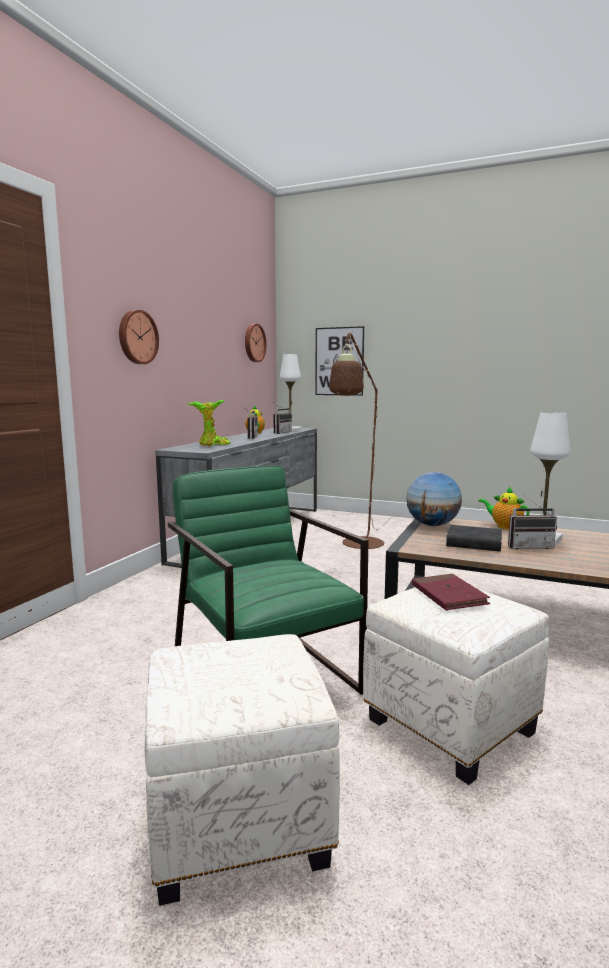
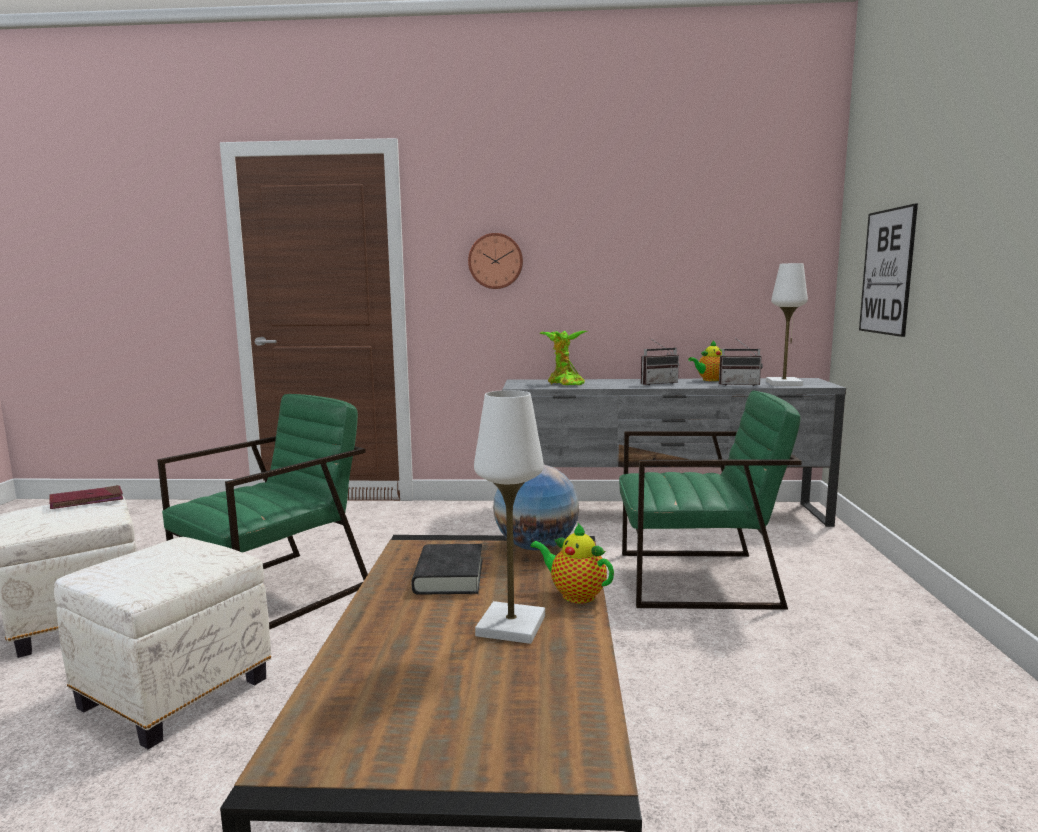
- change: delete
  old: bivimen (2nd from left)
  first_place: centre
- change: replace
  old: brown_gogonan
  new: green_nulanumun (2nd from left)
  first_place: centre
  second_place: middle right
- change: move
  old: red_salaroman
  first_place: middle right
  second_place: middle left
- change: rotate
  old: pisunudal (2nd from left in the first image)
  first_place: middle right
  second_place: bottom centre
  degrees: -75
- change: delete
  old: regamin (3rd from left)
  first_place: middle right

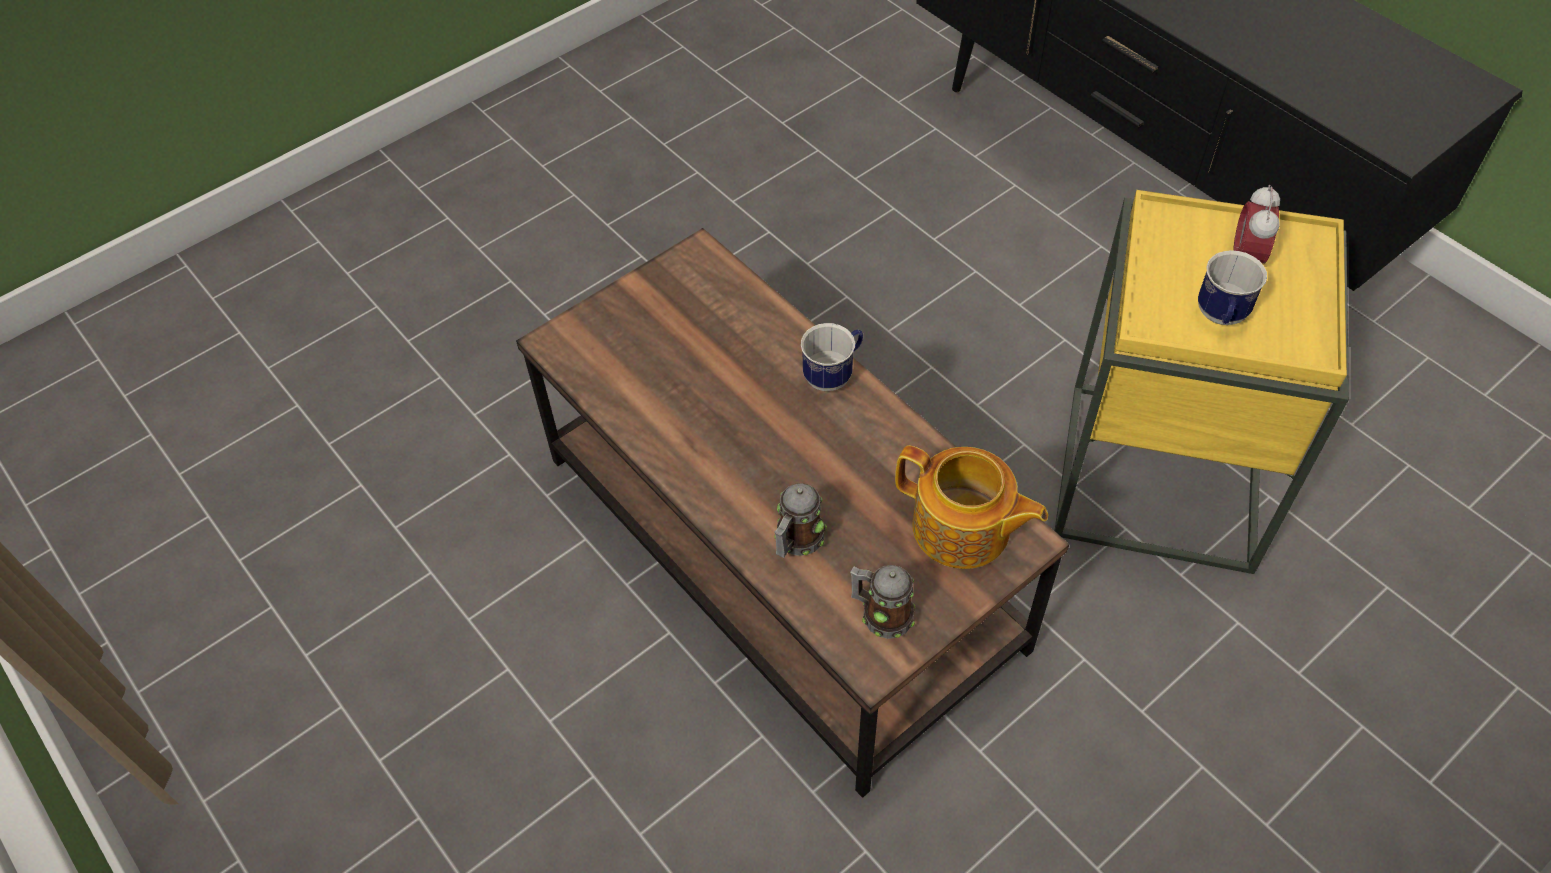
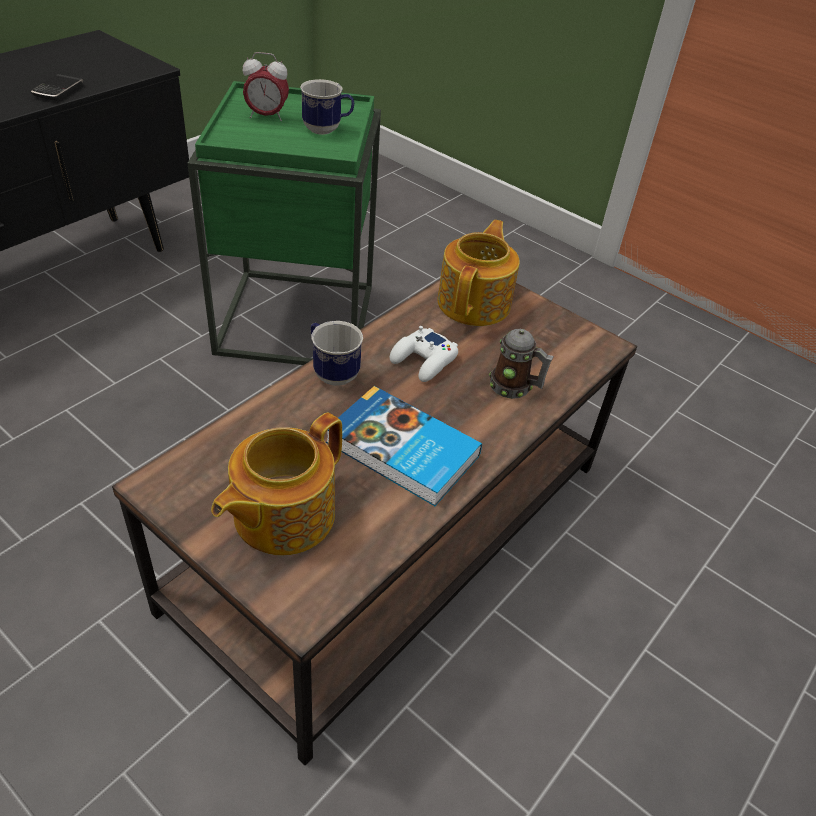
- change: delete
  old: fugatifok (3rd from left)
  first_place: bottom centre
- change: recolor
  old: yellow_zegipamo
  new: green_zegipamo
  first_place: middle right
  second_place: top centre
- change: insert
  new: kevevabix
  second_place: top left
- change: insert
  new: pisunudal (1st from left)
  second_place: centre
- change: insert
  new: salaroman
  second_place: centre
- change: insert
  new: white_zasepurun
  second_place: centre

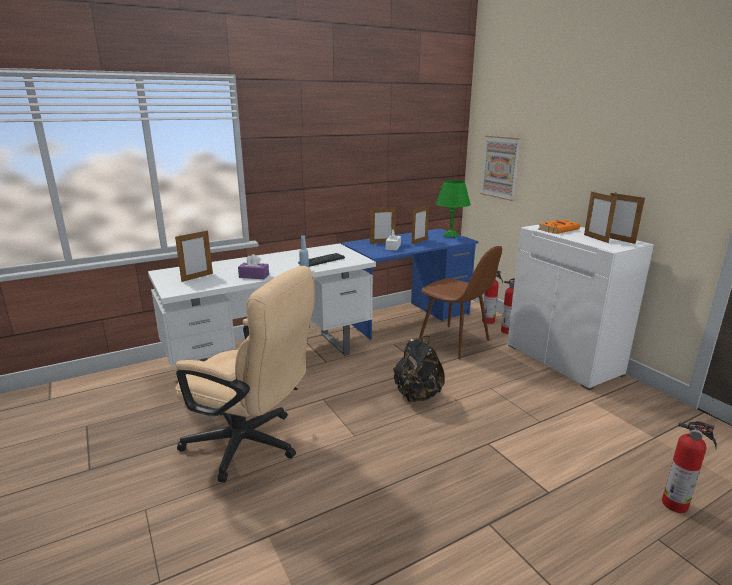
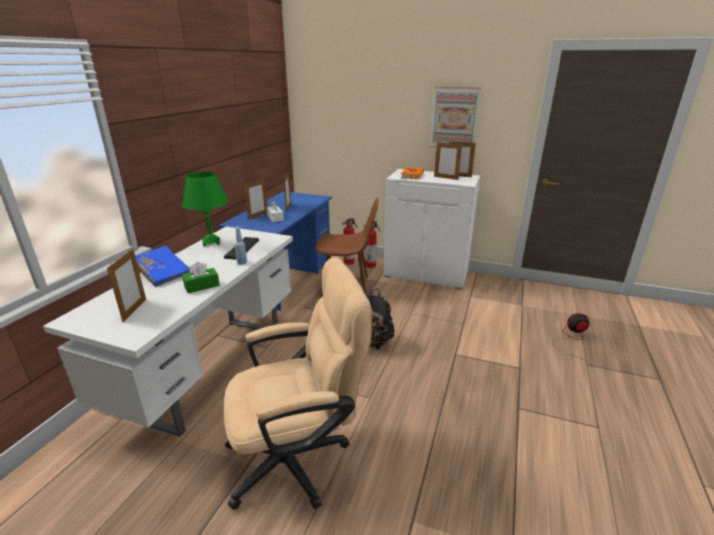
- change: recolor
  old: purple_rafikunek
  new: green_rafikunek
  first_place: centre
  second_place: middle left
- change: move
  old: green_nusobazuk
  first_place: centre
  second_place: middle left
- change: move
  old: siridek
  first_place: top right
  second_place: top centre
- change: replace
  old: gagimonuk (3rd from left)
  new: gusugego
  first_place: bottom right
  second_place: middle right
- change: insert
  new: blue_salaroman
  second_place: middle left

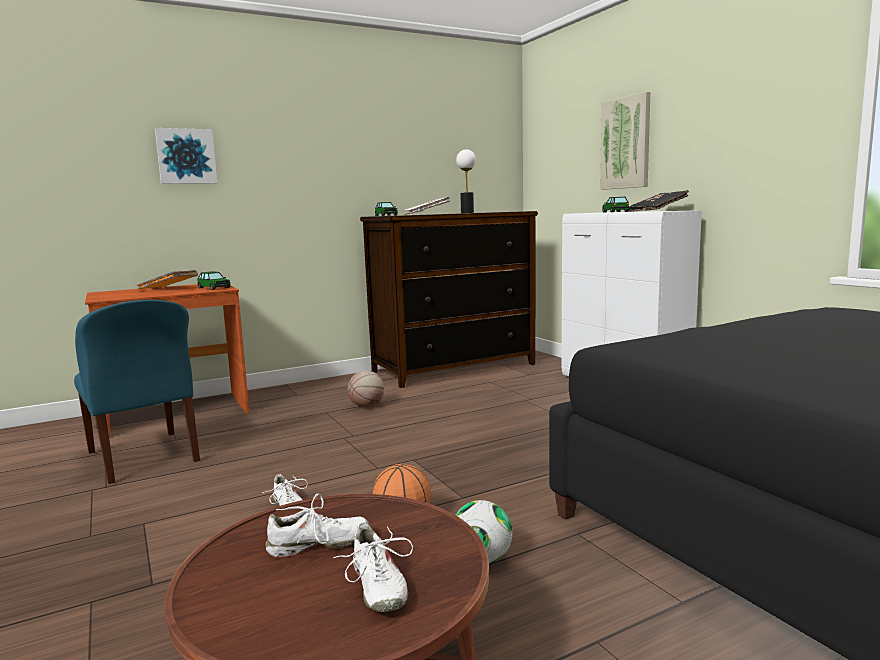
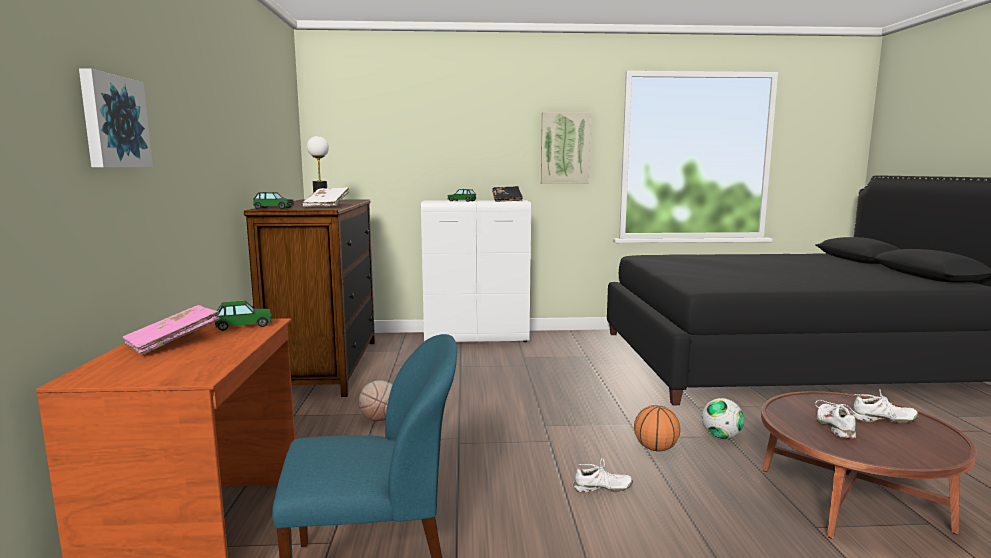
- change: recolor
  old: orange_salaroman
  new: pink_salaroman
  first_place: middle left
  second_place: middle left
- change: move
  old: siridek (2nd from left)
  first_place: top right
  second_place: top centre

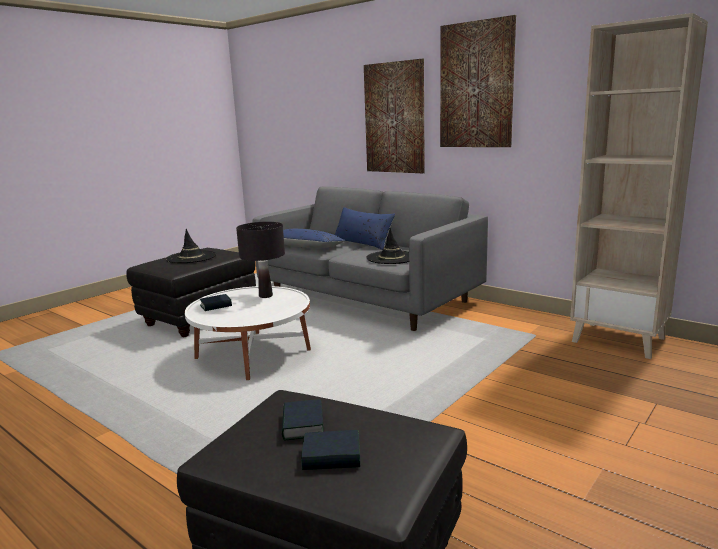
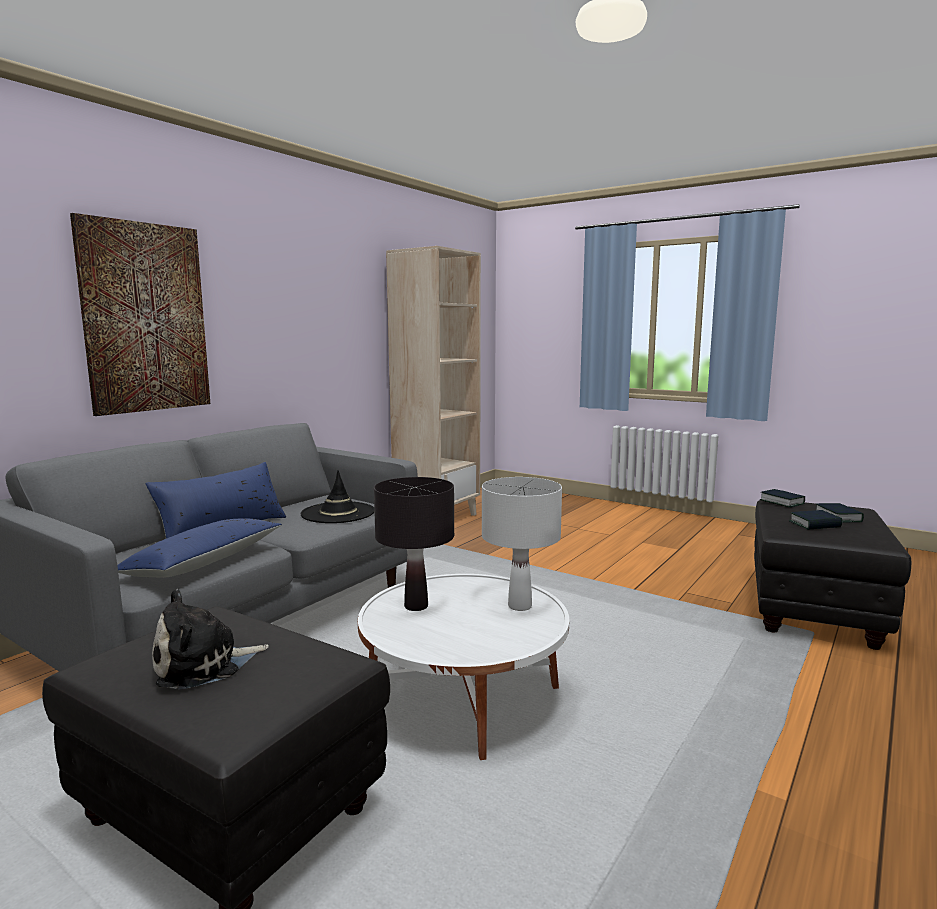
- change: replace
  old: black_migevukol (1st from left)
  new: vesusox
  first_place: middle left
  second_place: bottom left
- change: move
  old: salaroman (1st from left)
  first_place: middle left
  second_place: middle right
- change: delete
  old: siridek (2nd from left)
  first_place: top centre
- change: insert
  new: white_nusobazuk
  second_place: centre

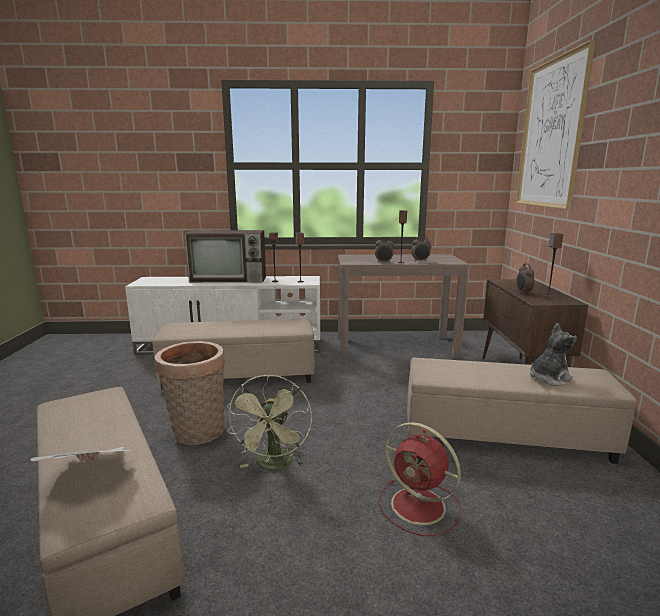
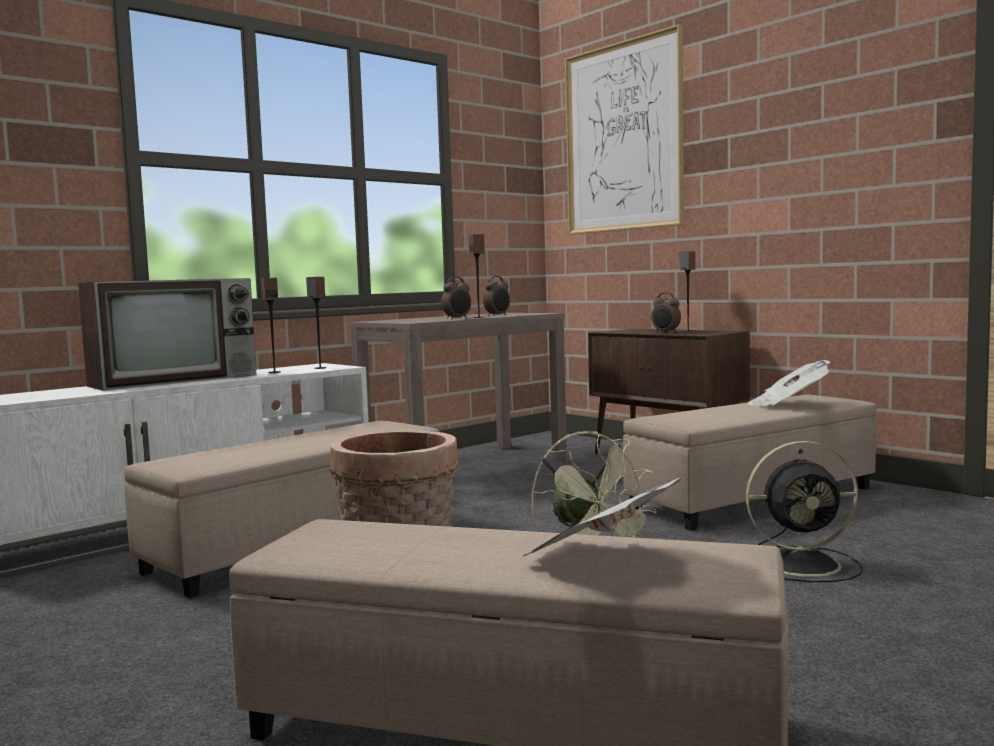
- change: recolor
  old: red_gusugego
  new: black_gusugego
  first_place: bottom centre
  second_place: bottom right
- change: replace
  old: vesusox
  new: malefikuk (2nd from left)
  first_place: middle right
  second_place: middle right

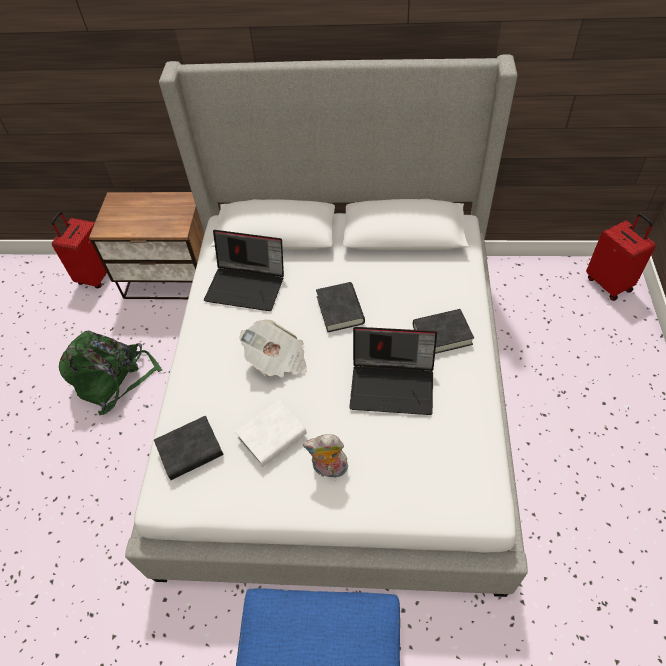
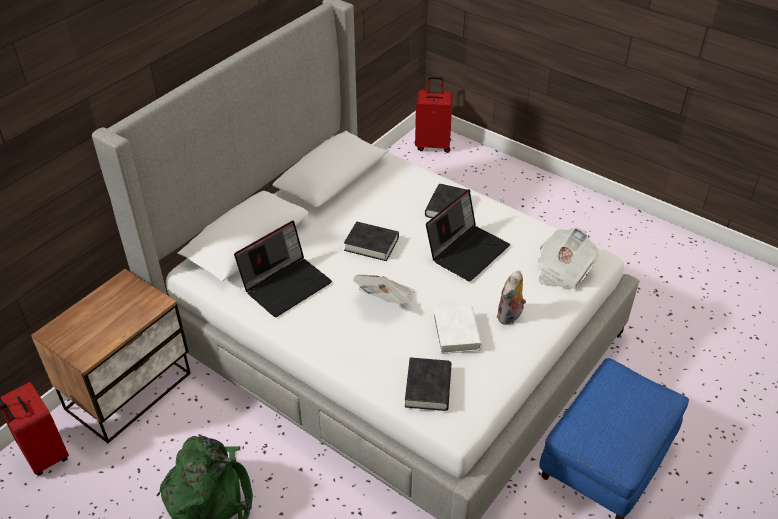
- change: insert
  new: malefikuk (2nd from left)
  second_place: middle right

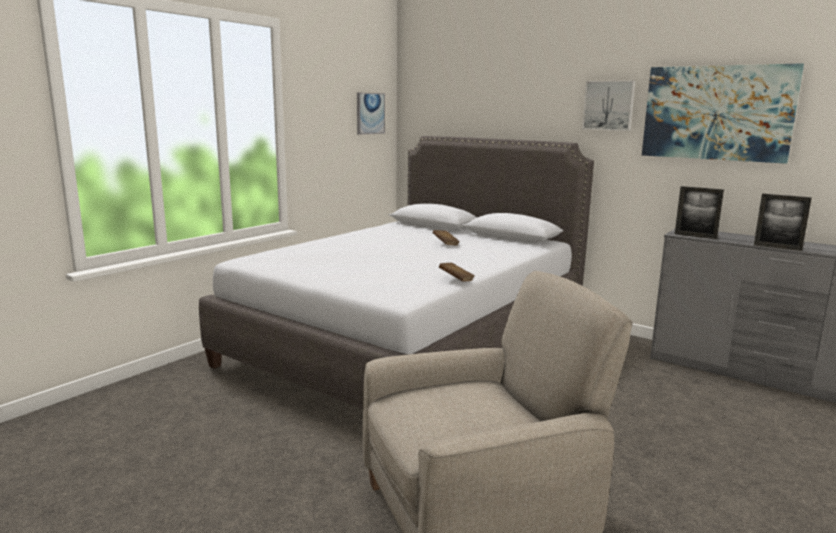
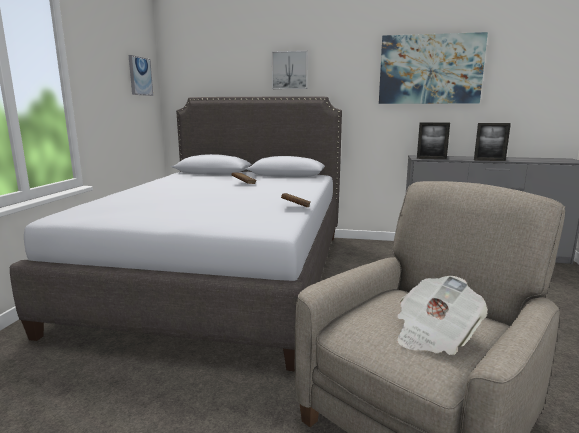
- change: move
  old: siridek (2nd from left)
  first_place: top right
  second_place: top centre
- change: insert
  new: malefikuk
  second_place: bottom right

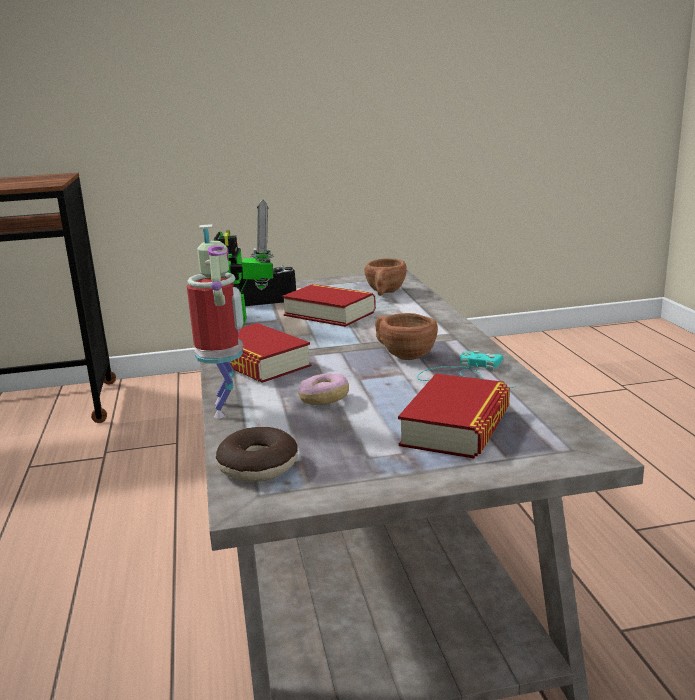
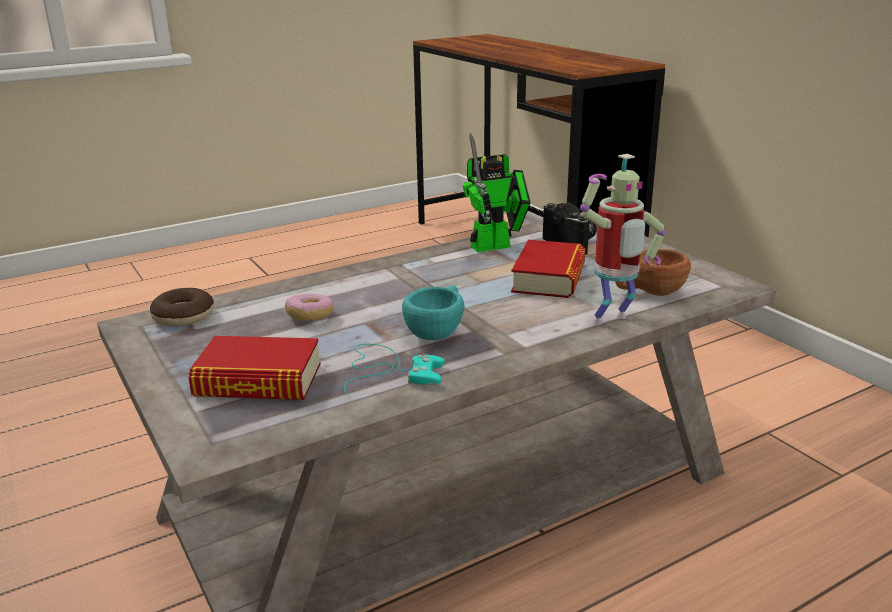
- change: move
  old: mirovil (1st from left in the first image)
  new: mirovil (2nd from left)
  first_place: middle left
  second_place: middle right
- change: delete
  old: salaroman (1st from left)
  first_place: centre
- change: recolor
  old: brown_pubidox (2nd from left)
  new: turquoise_pubidox
  first_place: centre
  second_place: centre

